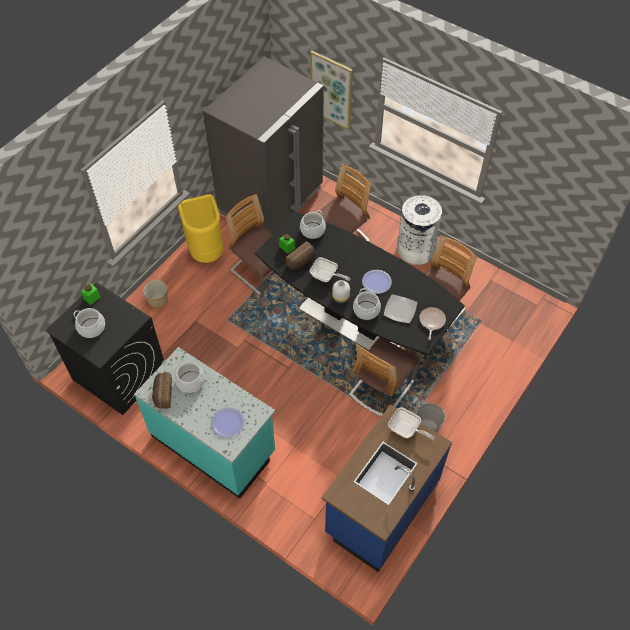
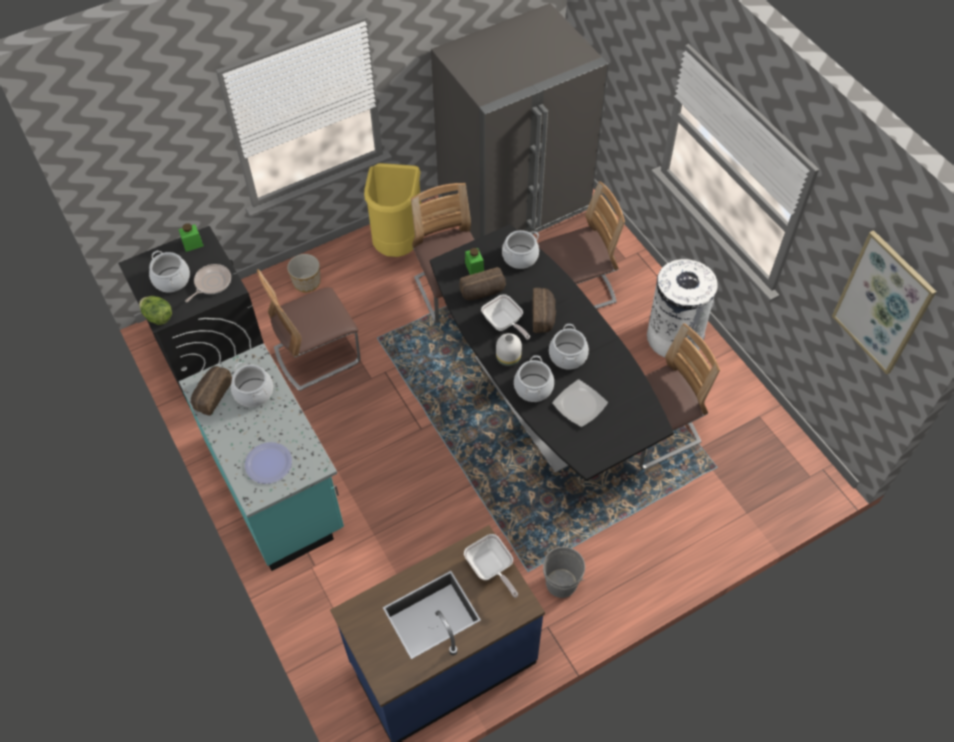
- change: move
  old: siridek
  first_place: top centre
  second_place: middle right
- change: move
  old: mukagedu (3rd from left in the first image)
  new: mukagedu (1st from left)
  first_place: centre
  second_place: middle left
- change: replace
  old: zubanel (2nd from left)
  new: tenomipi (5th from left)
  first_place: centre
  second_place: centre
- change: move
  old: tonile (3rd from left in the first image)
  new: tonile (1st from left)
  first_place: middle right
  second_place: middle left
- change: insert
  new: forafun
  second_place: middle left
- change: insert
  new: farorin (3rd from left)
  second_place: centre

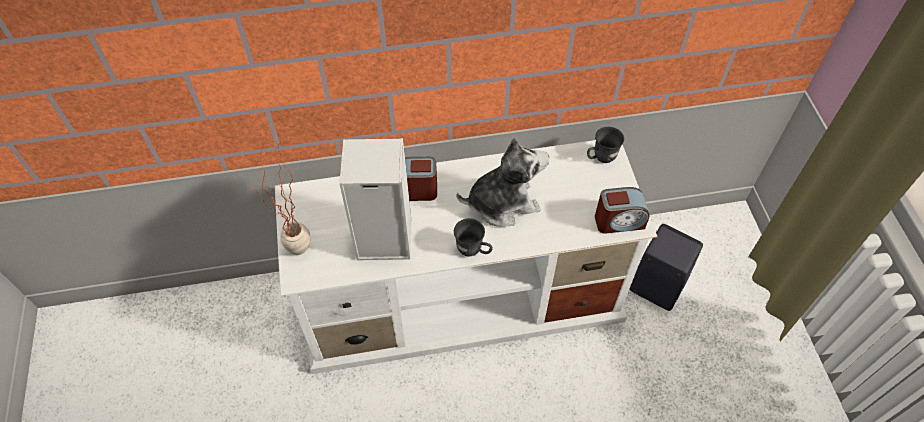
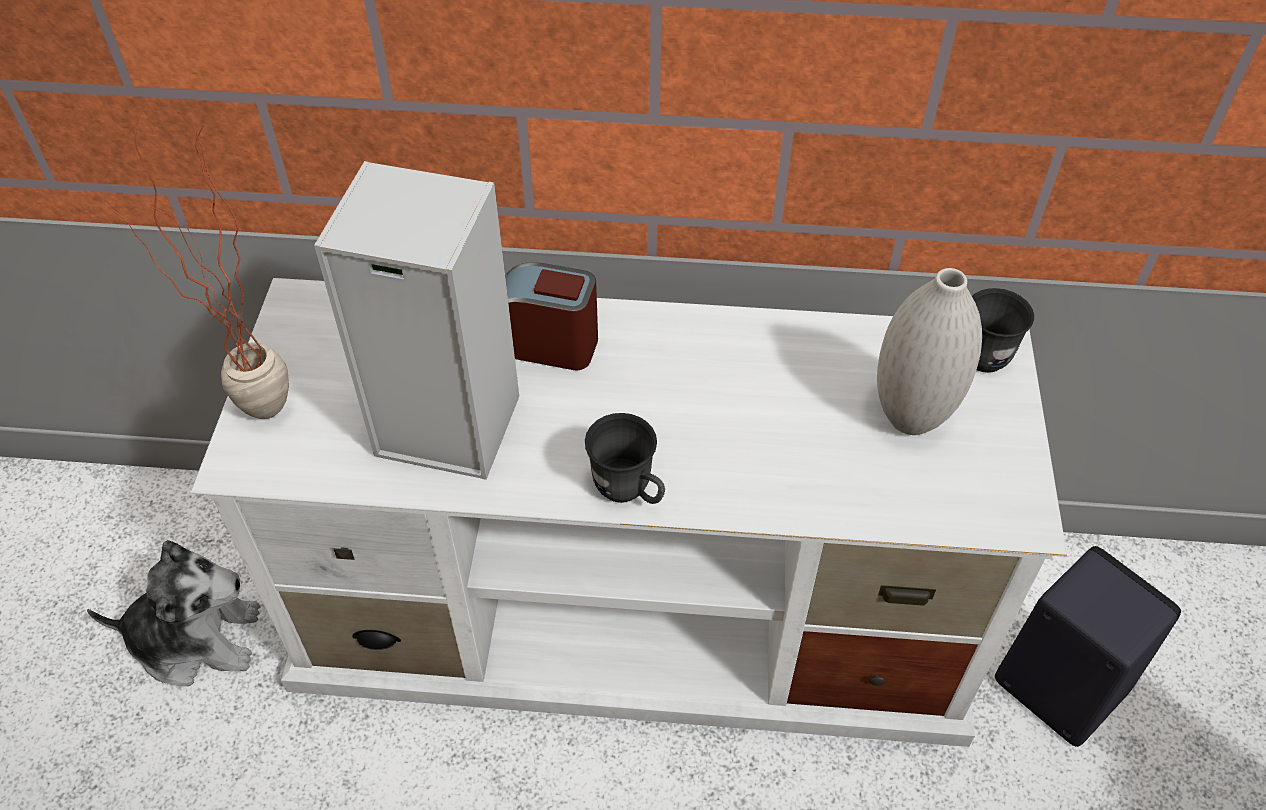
- change: move
  old: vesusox
  first_place: centre
  second_place: bottom left
- change: delete
  old: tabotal (2nd from left)
  first_place: middle right
- change: insert
  new: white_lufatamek
  second_place: middle right

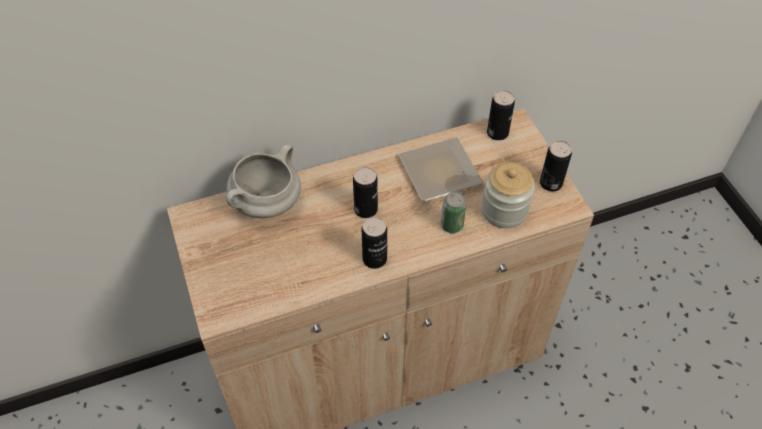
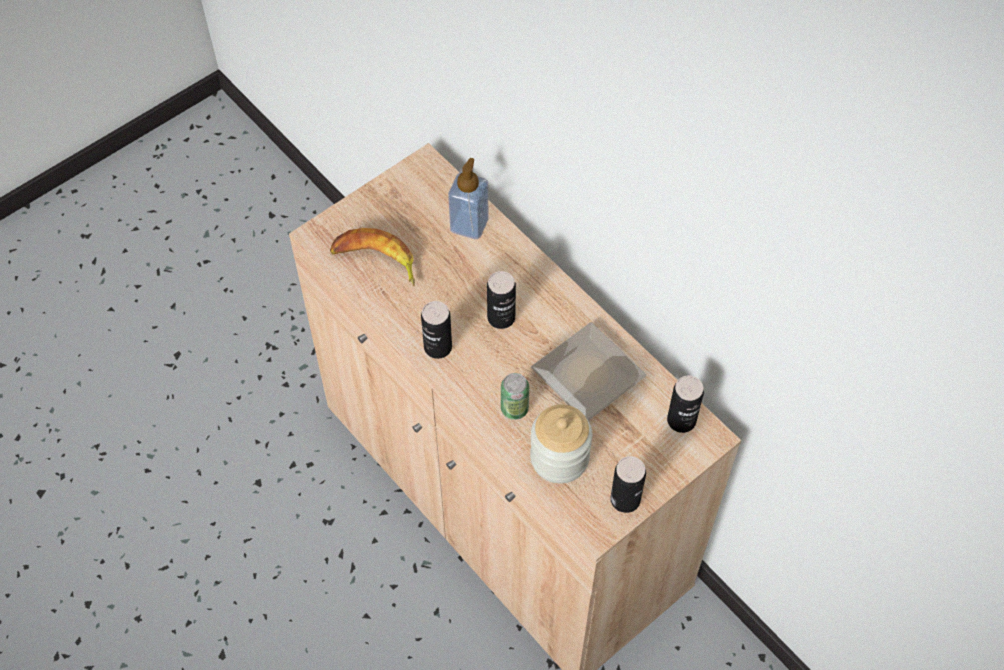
- change: replace
  old: white_tenomipi
  new: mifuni
  first_place: centre
  second_place: top centre
- change: insert
  new: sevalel
  second_place: centre

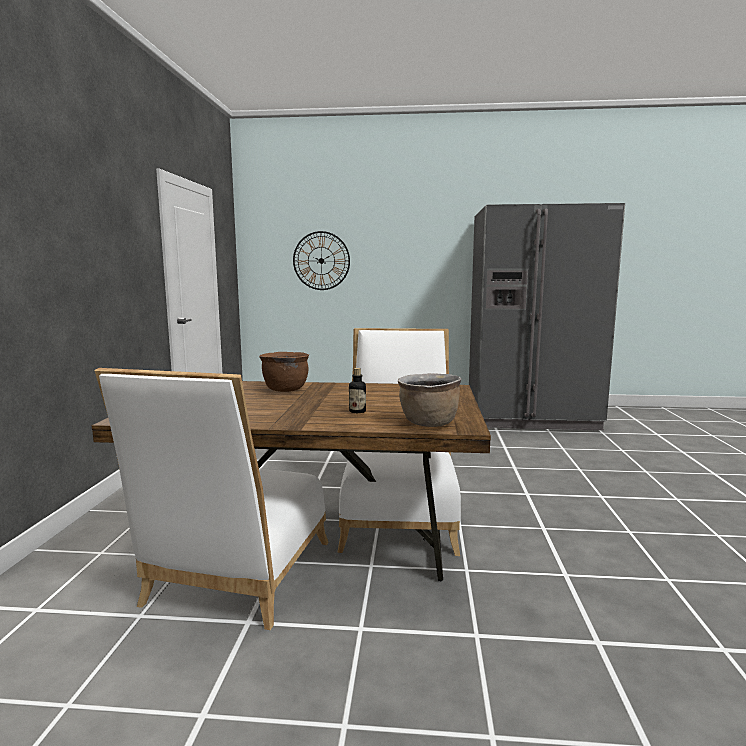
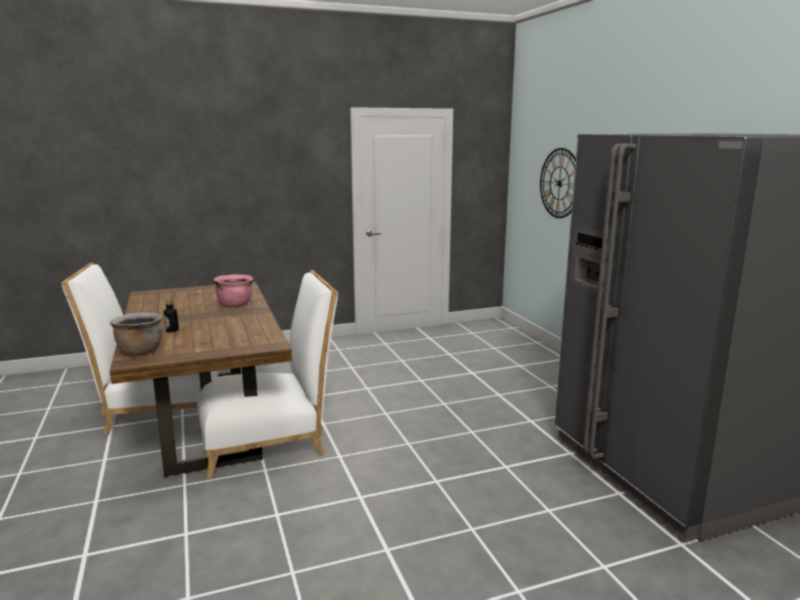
- change: recolor
  old: brown_tenomipi (1st from left)
  new: pink_tenomipi
  first_place: centre
  second_place: middle left

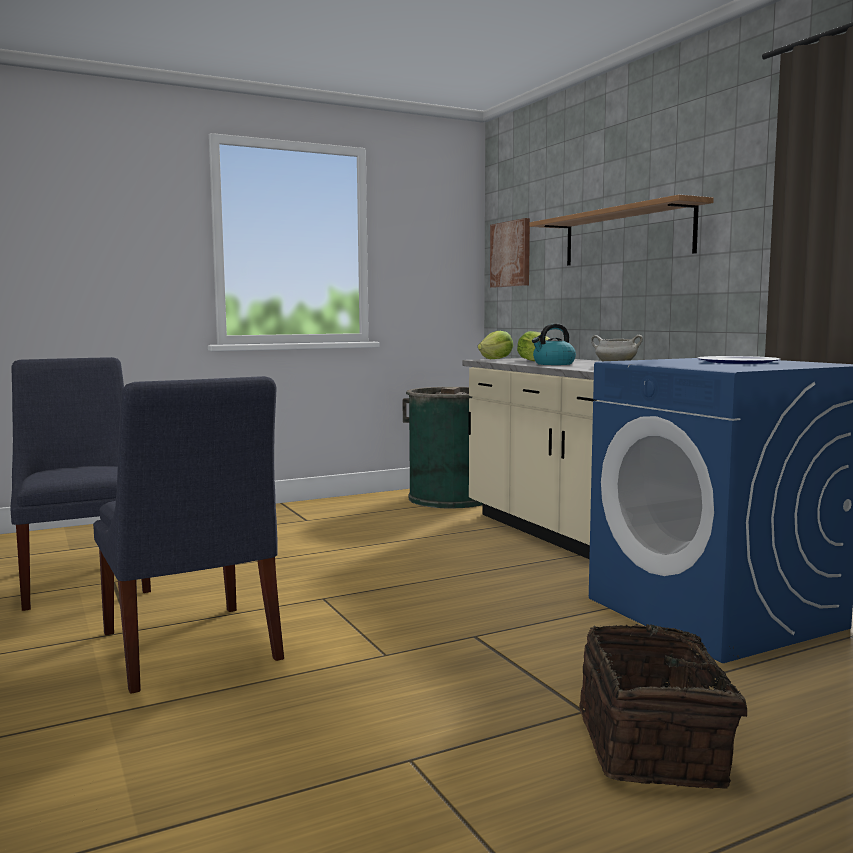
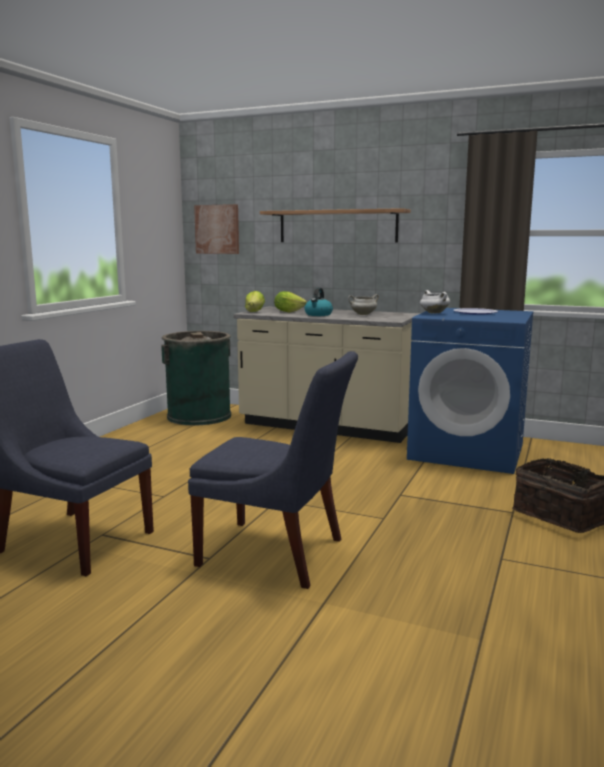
- change: insert
  new: white_tenomipi (2nd from left)
  second_place: middle right

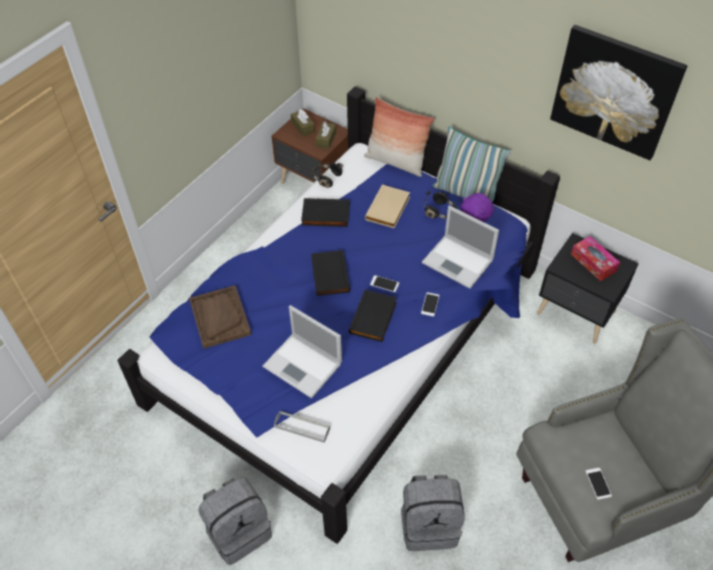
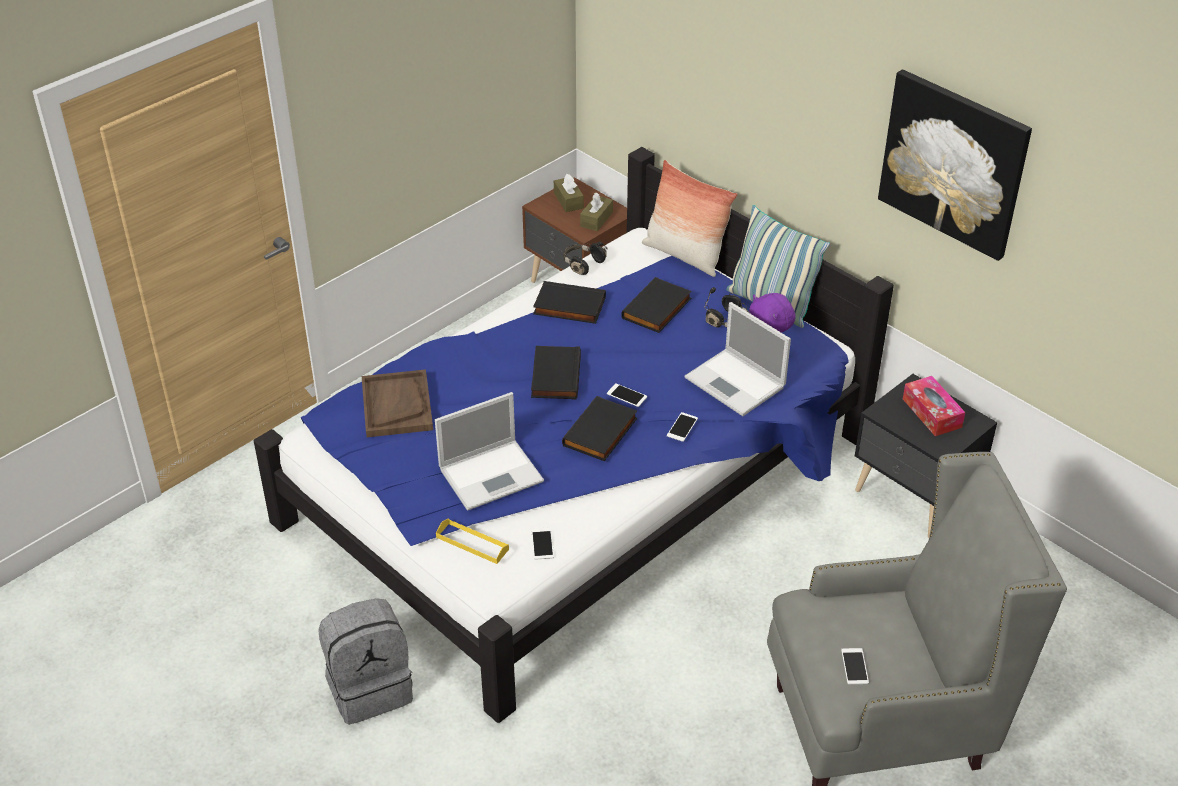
- change: rotate
  old: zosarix (1st from left)
  first_place: centre
  second_place: centre
  degrees: -75
- change: recolor
  old: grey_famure
  new: yellow_famure
  first_place: bottom centre
  second_place: bottom centre
- change: recolor
  old: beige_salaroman
  new: black_salaroman (4th from left)
  first_place: centre
  second_place: centre
- change: delete
  old: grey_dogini (2nd from left)
  first_place: bottom centre
- change: insert
  new: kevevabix (1st from left)
  second_place: bottom centre

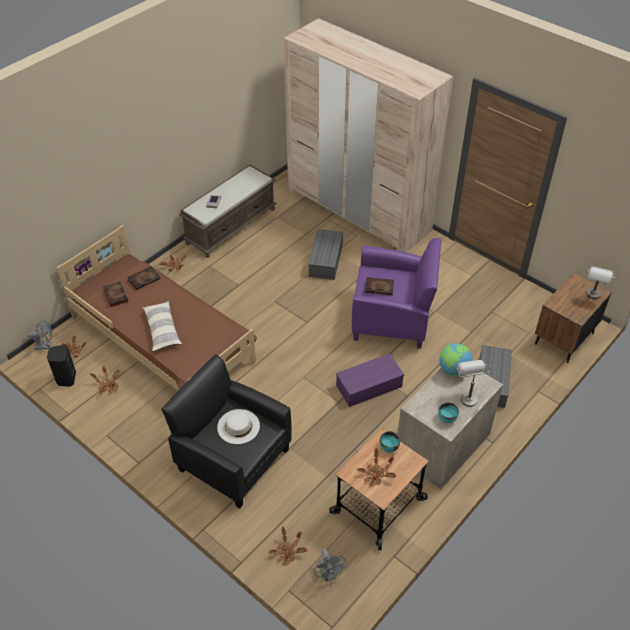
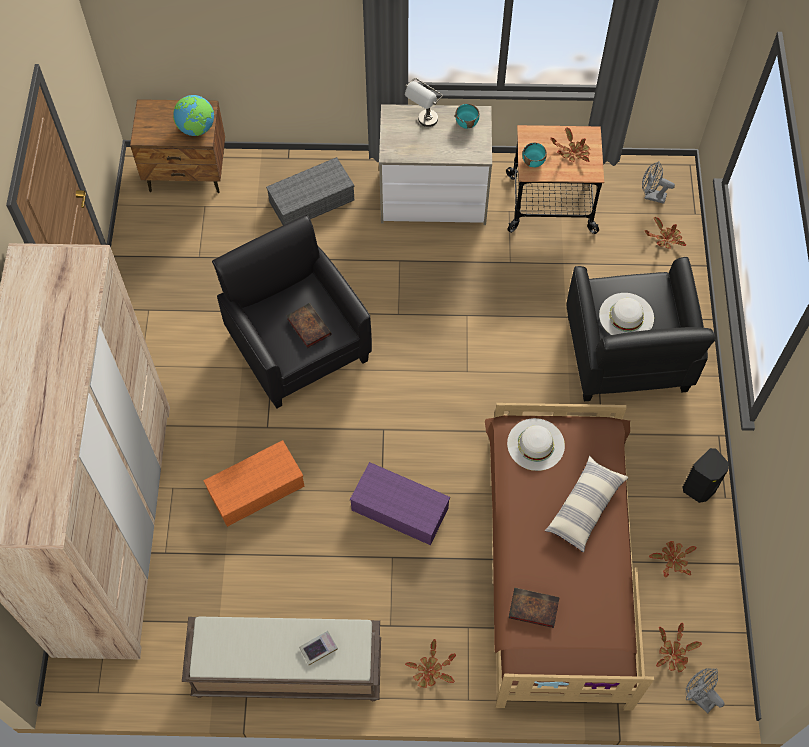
- change: move
  old: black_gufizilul
  first_place: middle left
  second_place: middle right
- change: delete
  old: salaroman (1st from left)
  first_place: middle left
- change: recolor
  old: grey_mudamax (1st from left)
  new: orange_mudamax
  first_place: centre
  second_place: middle left
- change: rotate
  old: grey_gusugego (2nd from left in the first image)
  first_place: bottom centre
  second_place: top right
  degrees: -105
- change: move
  old: purple_mudamax
  first_place: centre
  second_place: bottom centre
- change: recolor
  old: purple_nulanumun
  new: black_nulanumun (1st from left)
  first_place: centre
  second_place: centre
- change: move
  old: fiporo
  first_place: middle right
  second_place: top left
- change: delete
  old: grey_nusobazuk (2nd from left)
  first_place: middle right
- change: insert
  new: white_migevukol (1st from left)
  second_place: centre

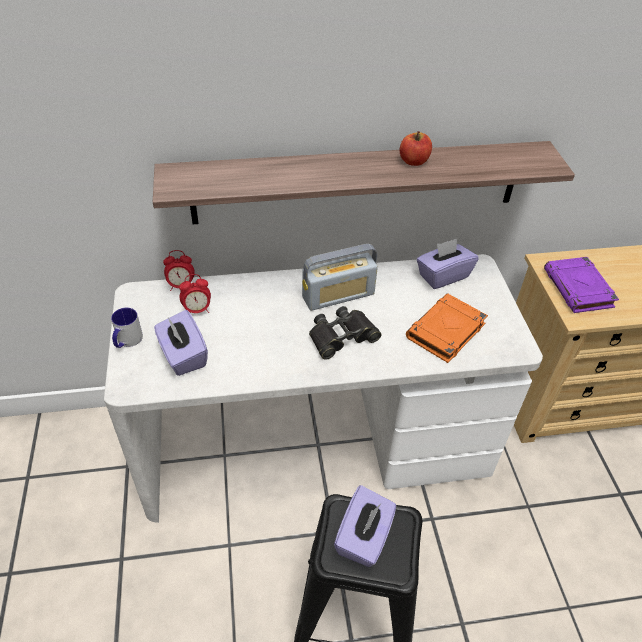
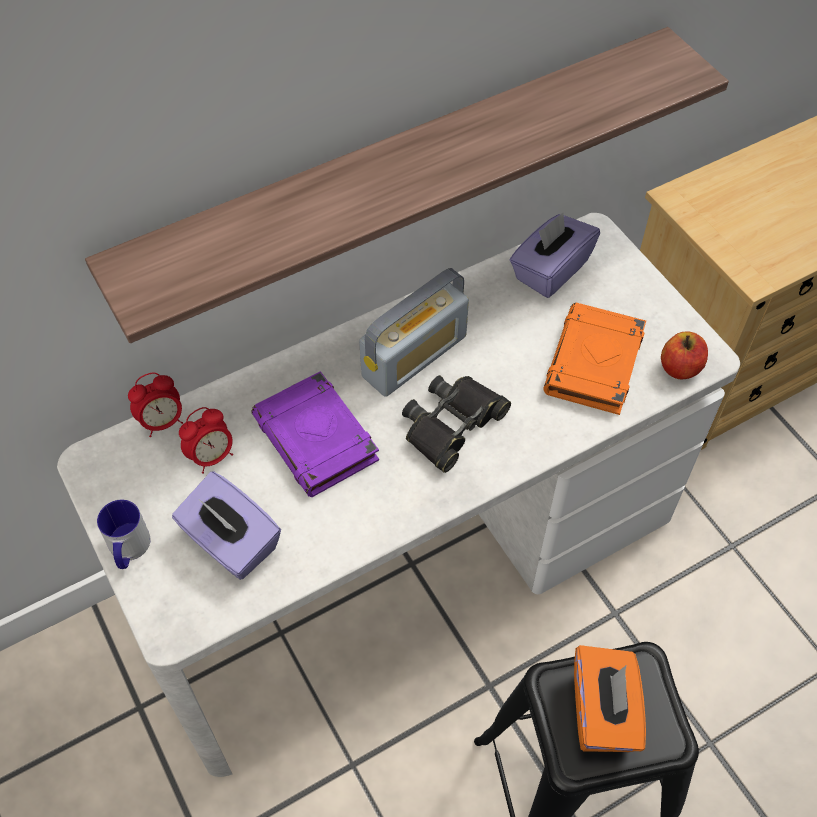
- change: recolor
  old: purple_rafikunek (2nd from left)
  new: orange_rafikunek
  first_place: bottom centre
  second_place: bottom right
- change: move
  old: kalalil
  first_place: top centre
  second_place: middle right
- change: move
  old: purple_salaroman
  first_place: middle right
  second_place: centre

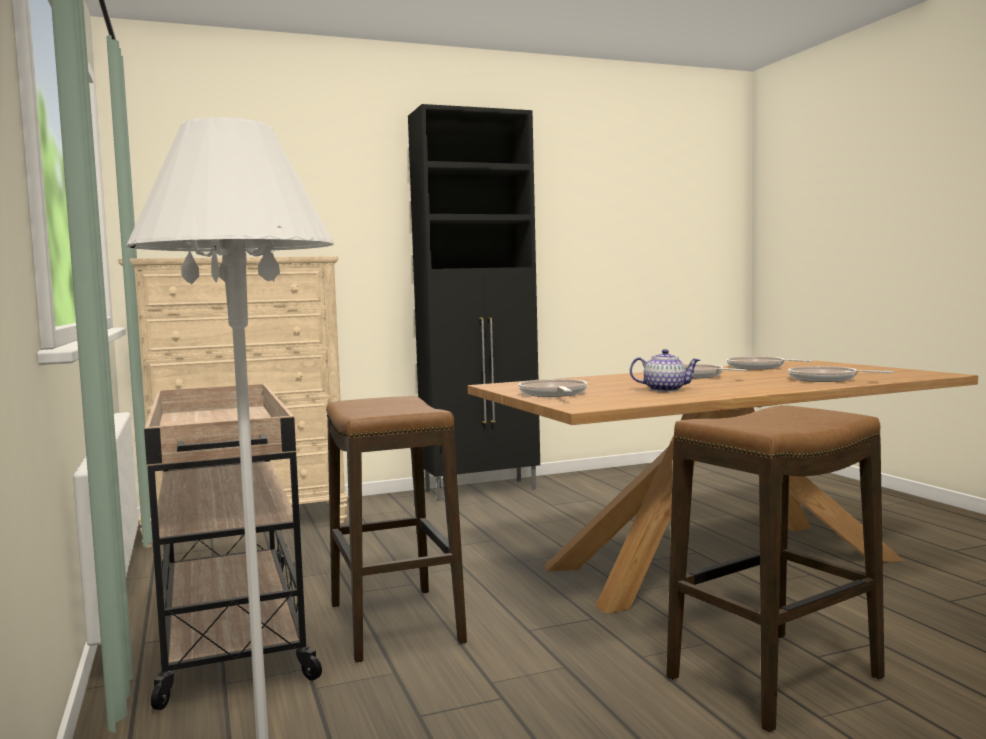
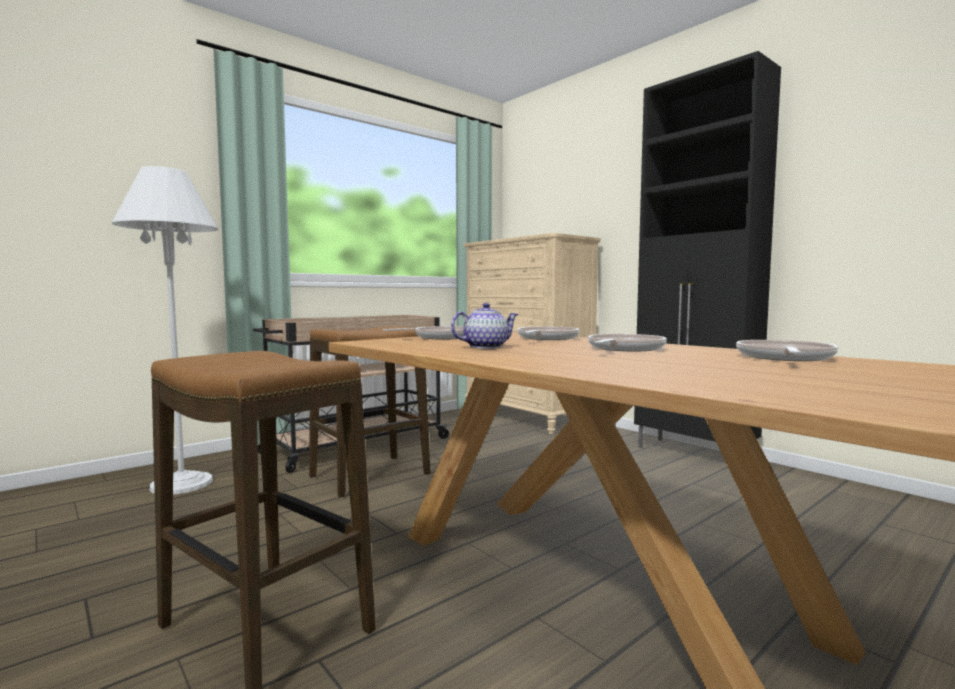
- change: rotate
  old: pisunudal
  first_place: middle right
  second_place: centre
  degrees: -105
- change: move
  old: tonile (4th from left in the first image)
  new: tonile (2nd from left)
  first_place: middle right
  second_place: centre

